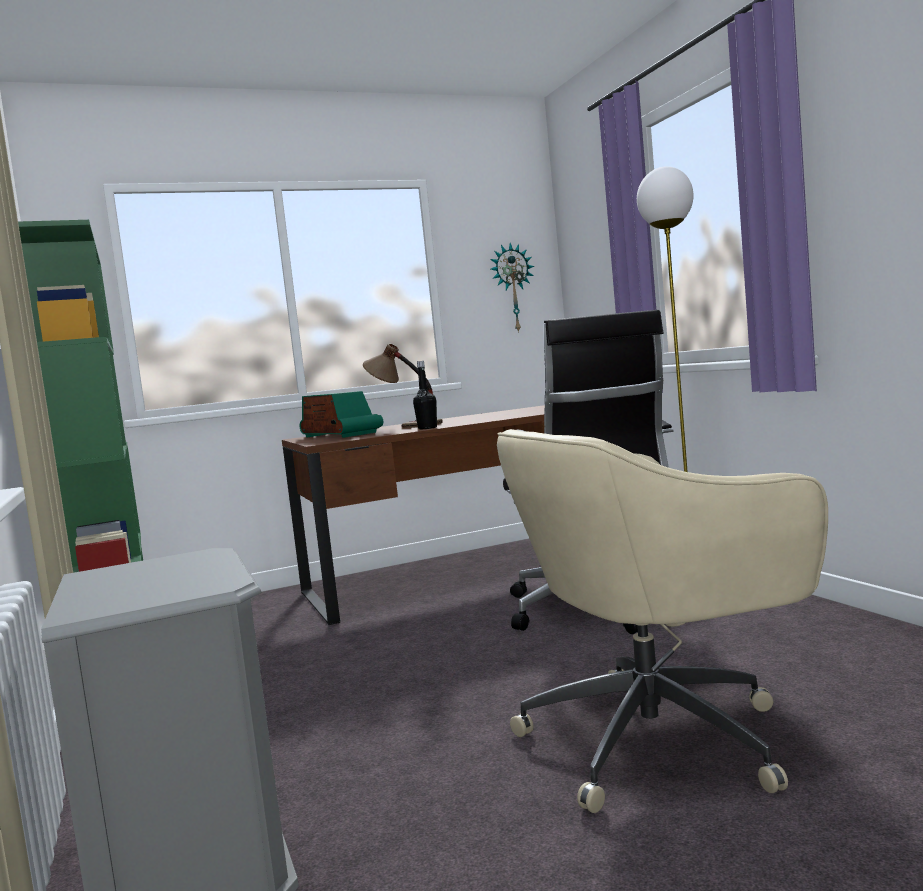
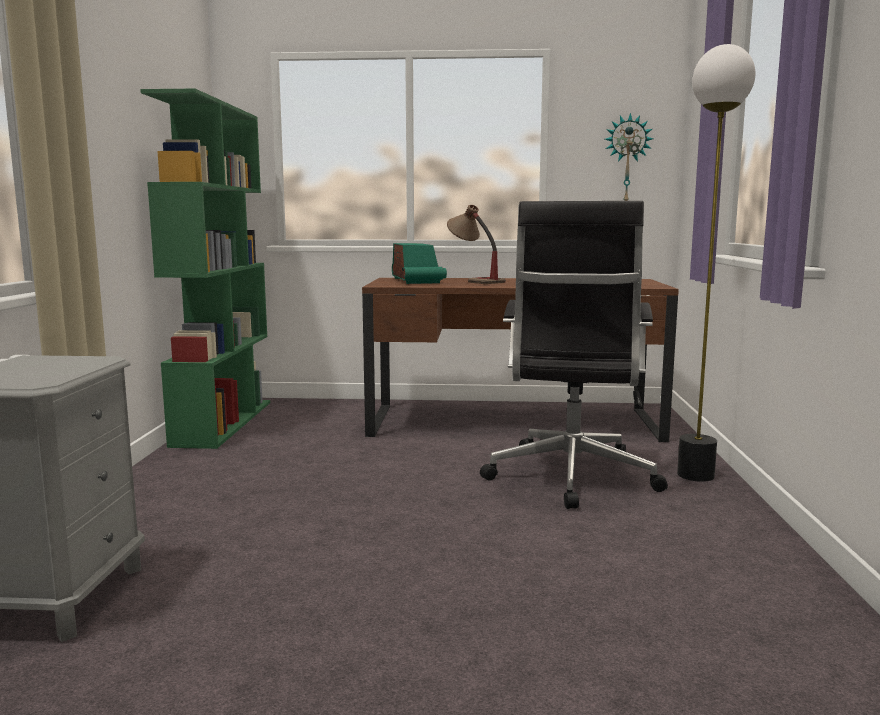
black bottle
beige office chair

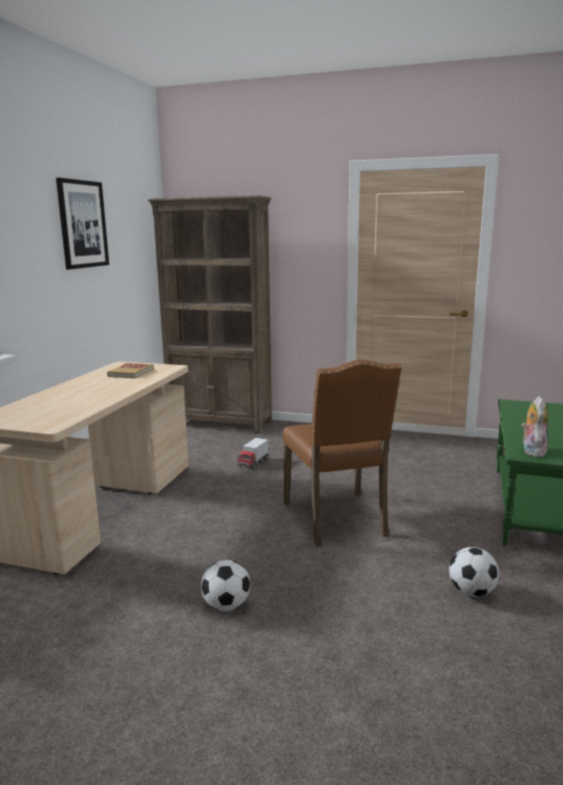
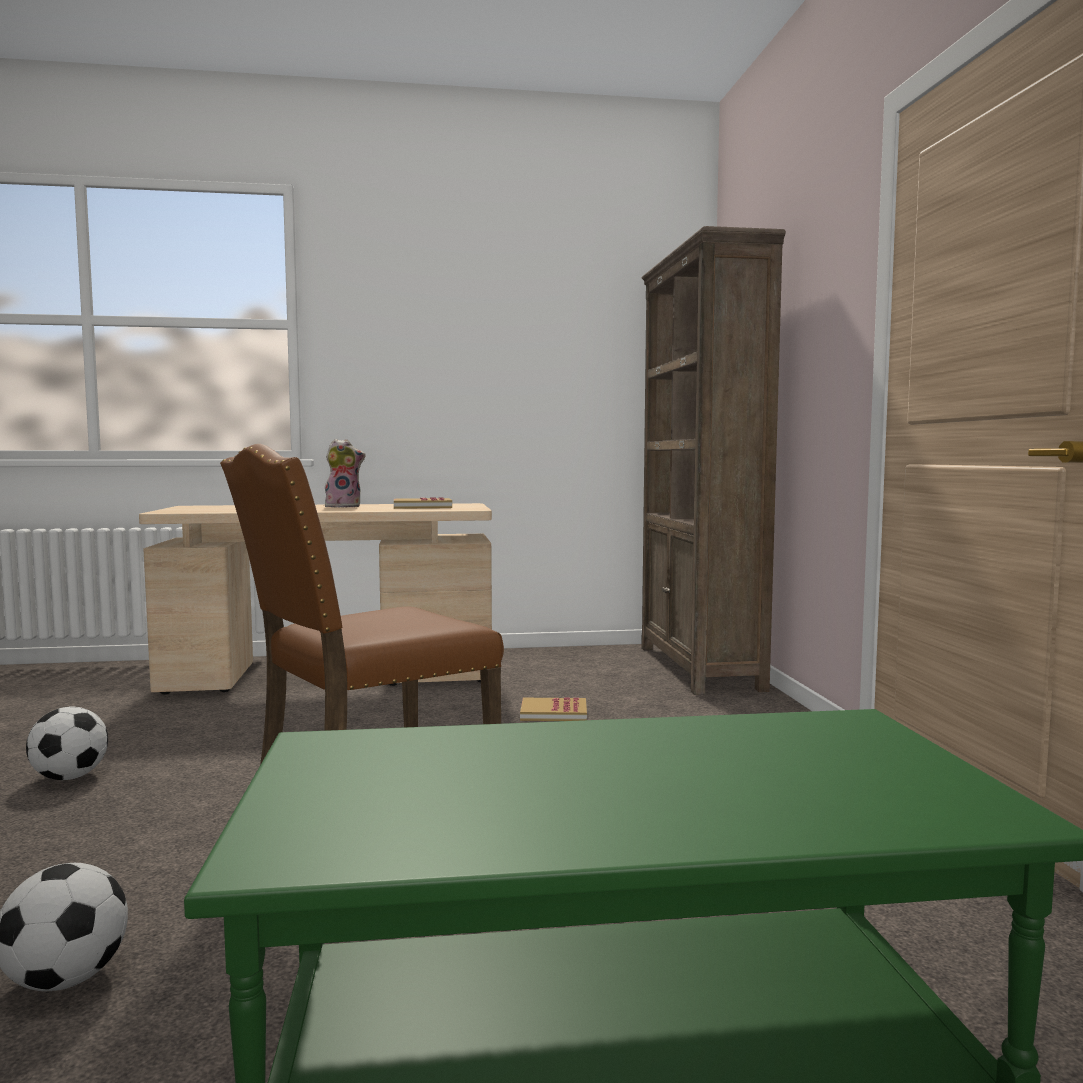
picture
plush toy
book (no. 2 from left)

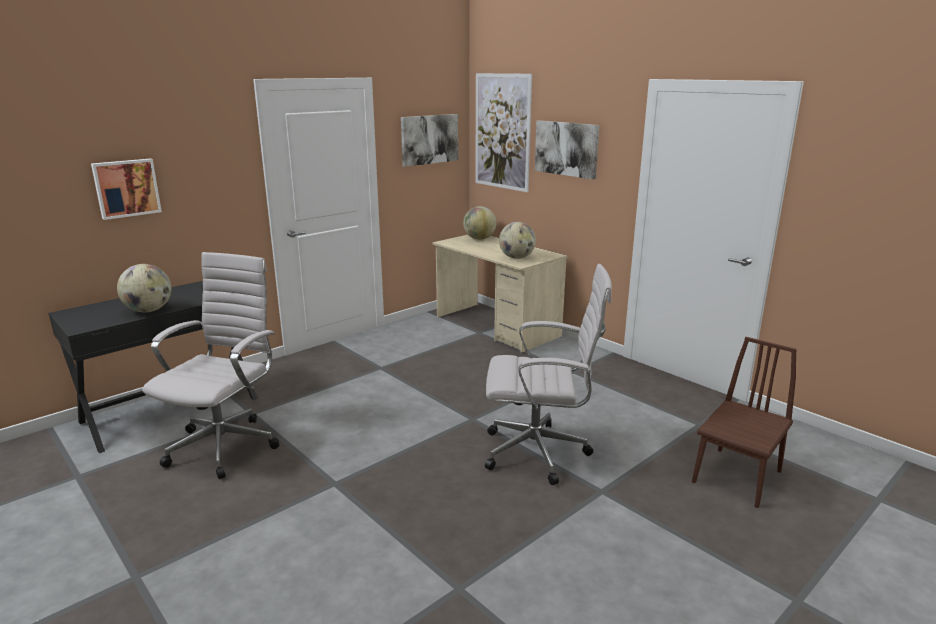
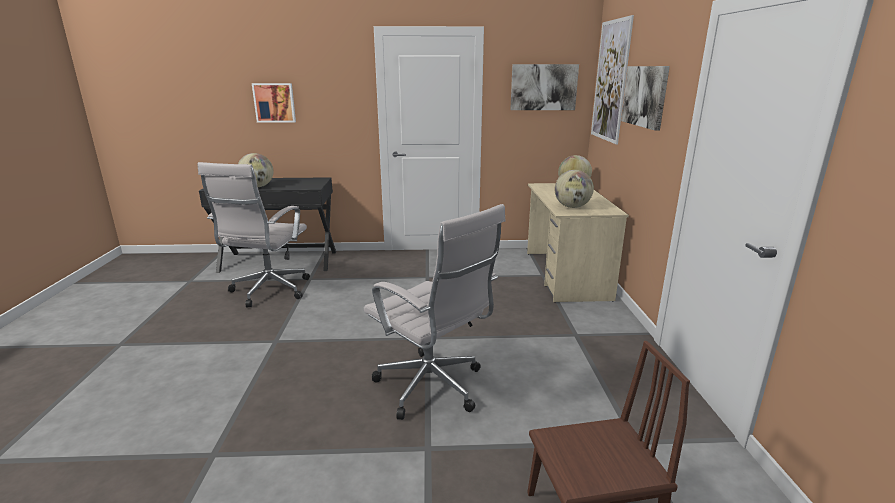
white office chair (no. 1 from left)

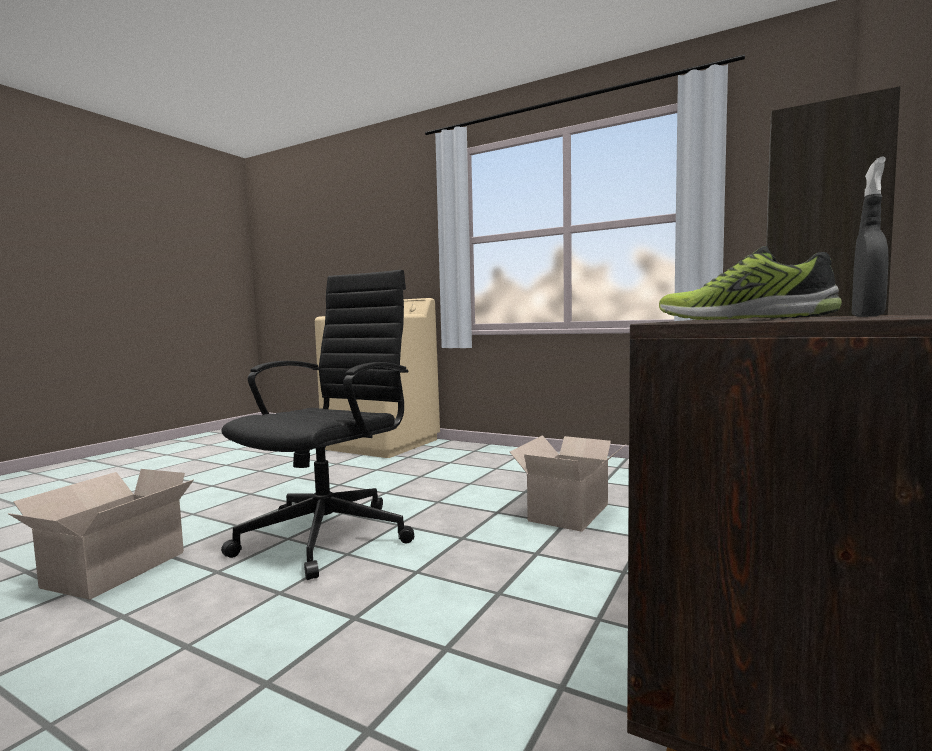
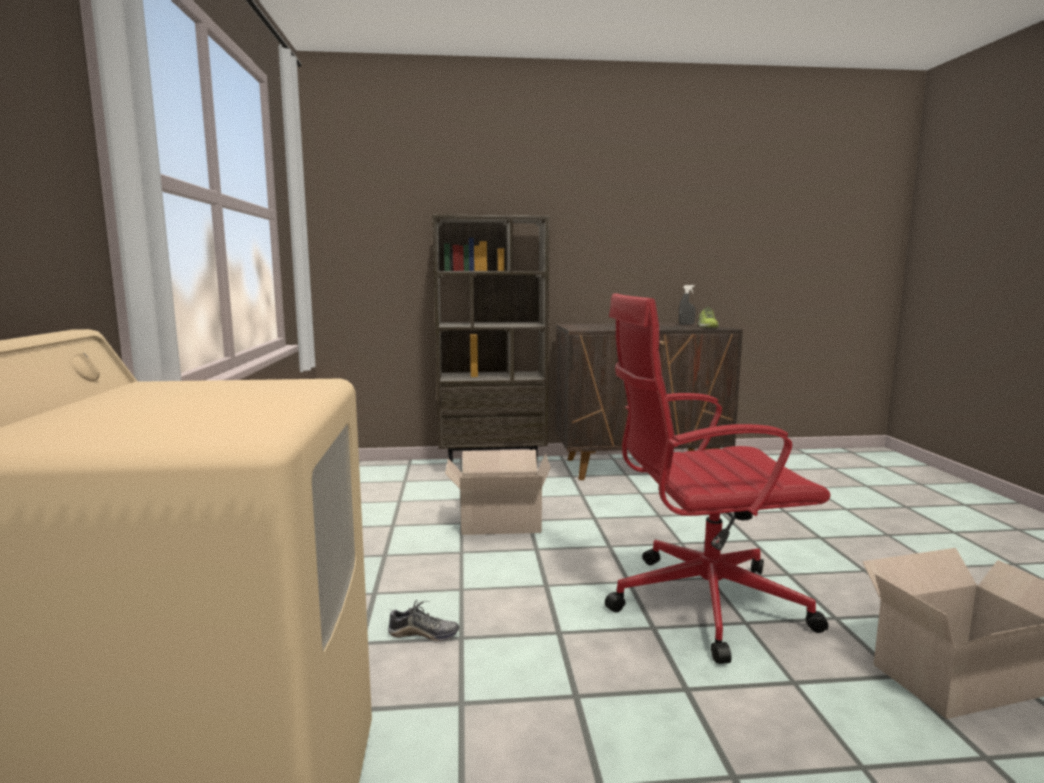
red office chair
shoe (no. 1 from left)

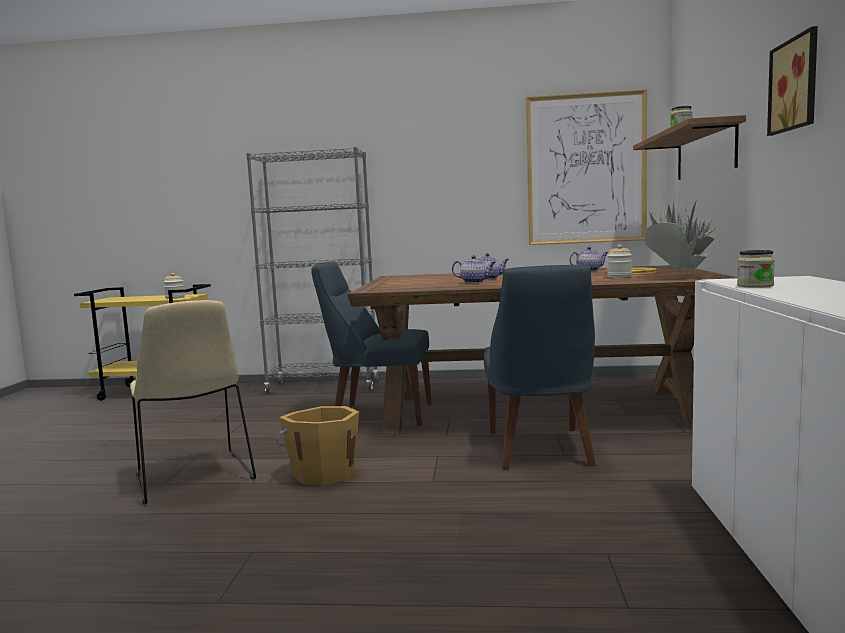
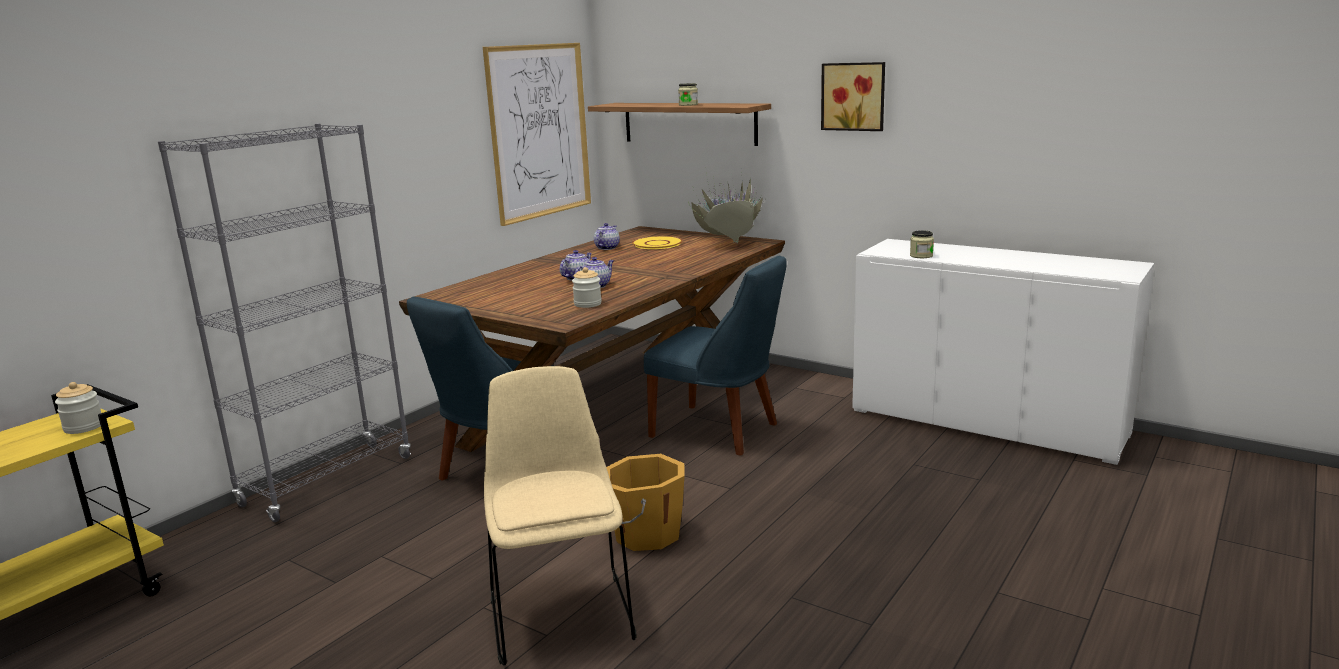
jar (no. 2 from left)
beige chair

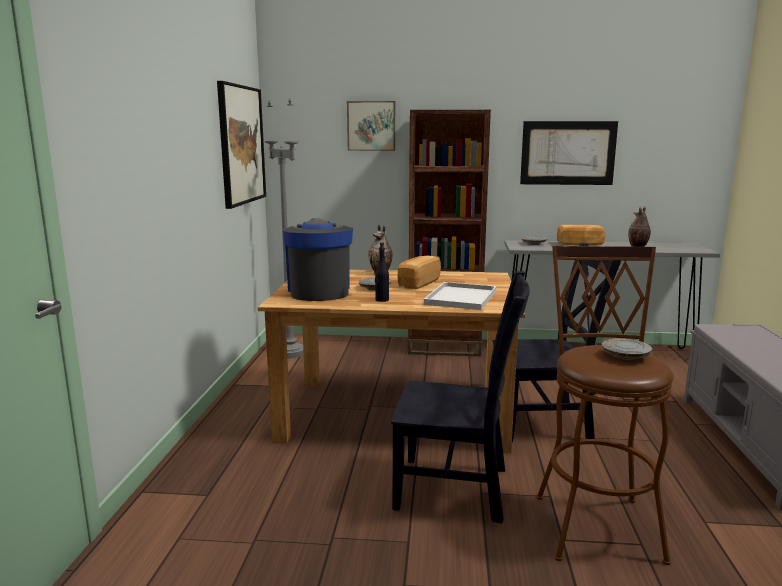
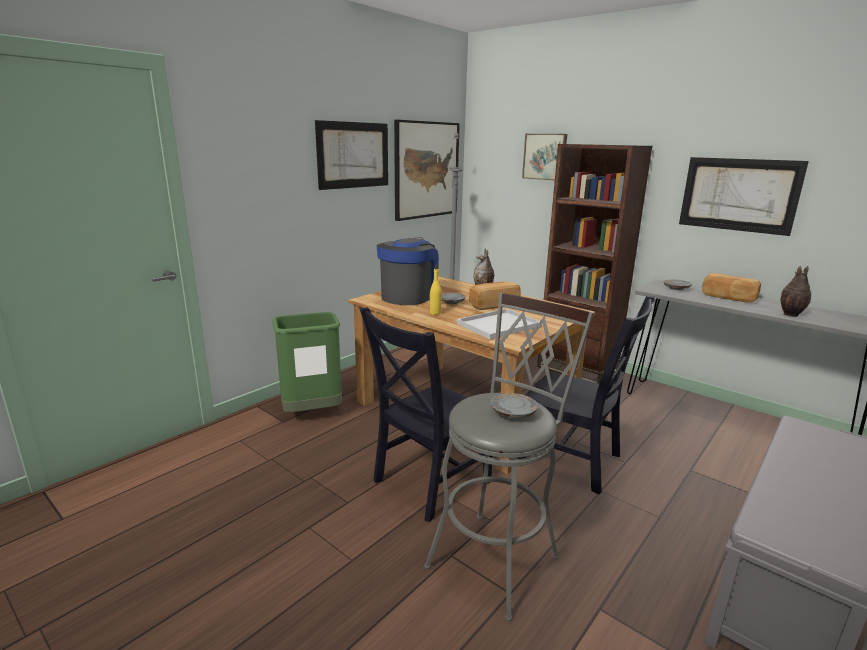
yellow bottle
grey stool
black chair (no. 1 from left)
picture (no. 1 from left)
green trash can

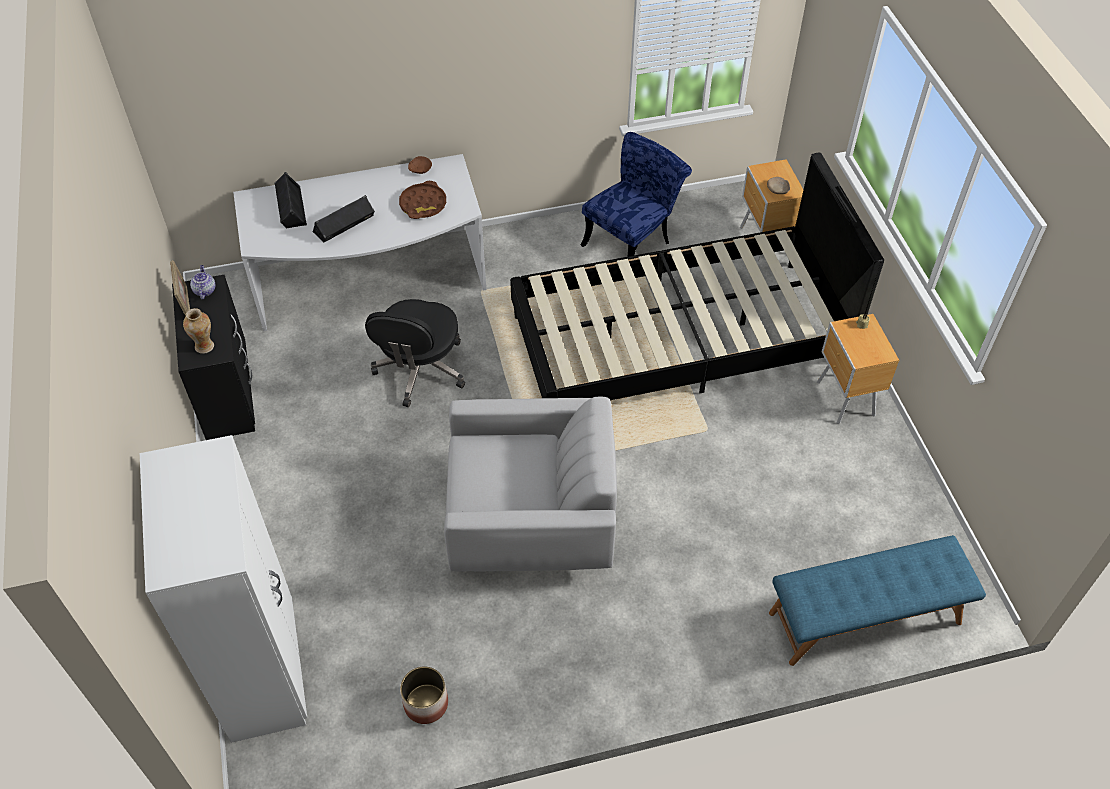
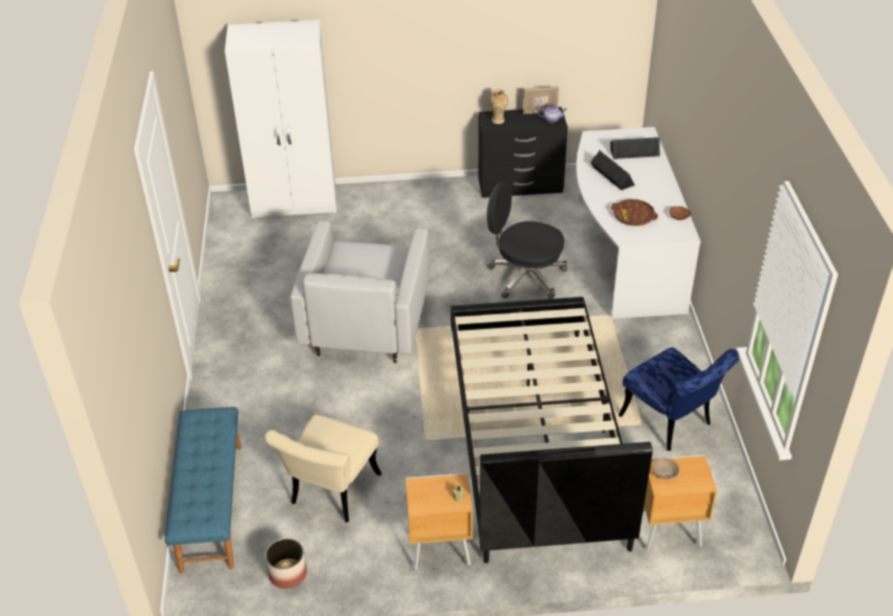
planter
beige chair

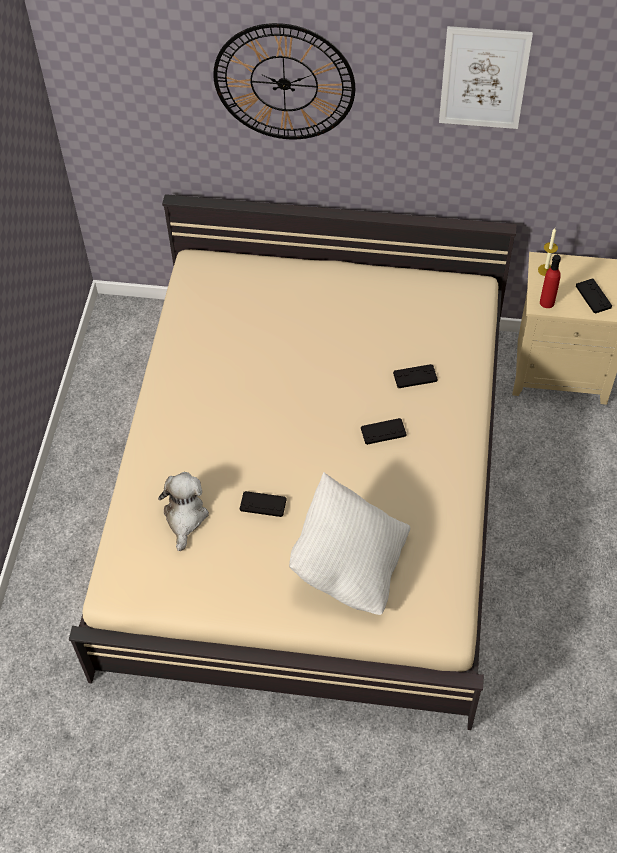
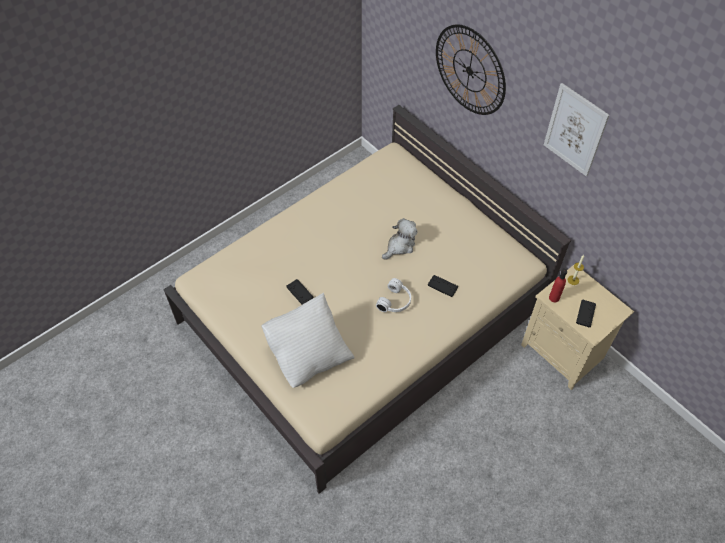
white headphones
plush toy

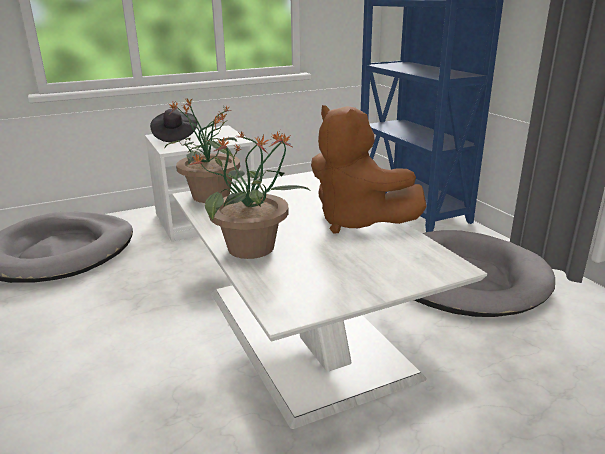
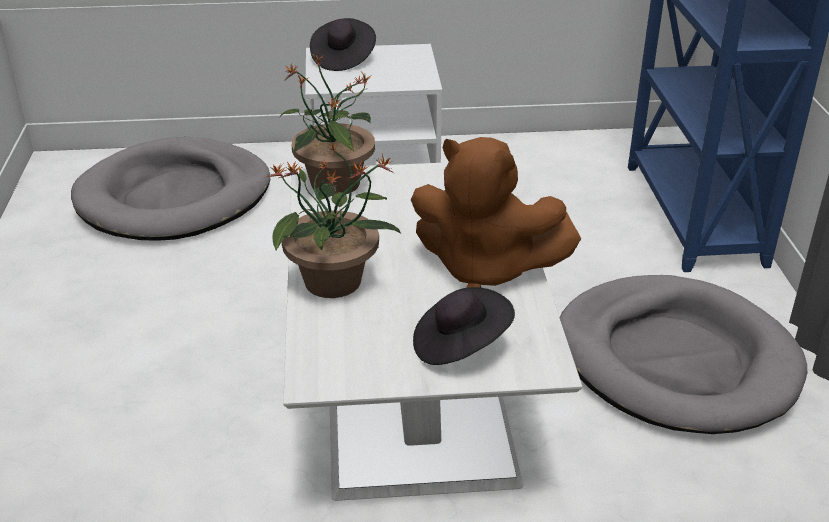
brown plush toy
black hat (no. 2 from left)

